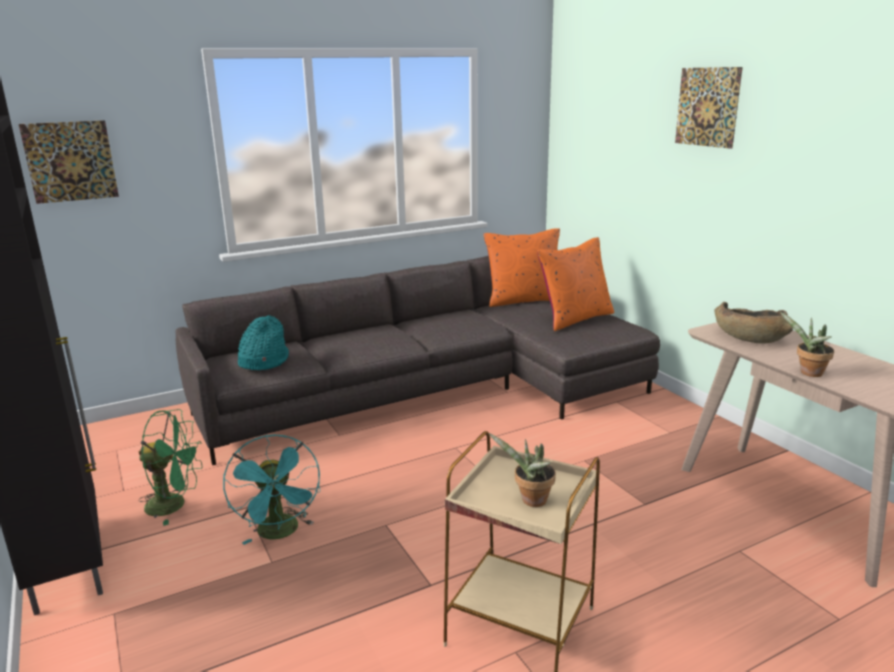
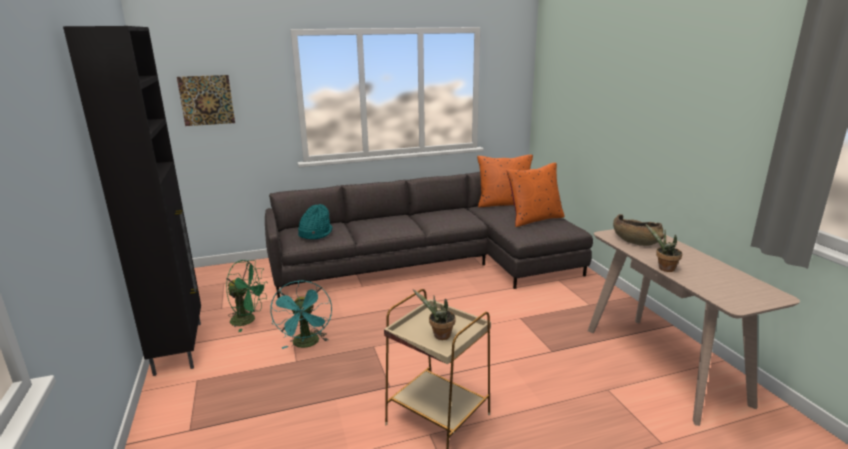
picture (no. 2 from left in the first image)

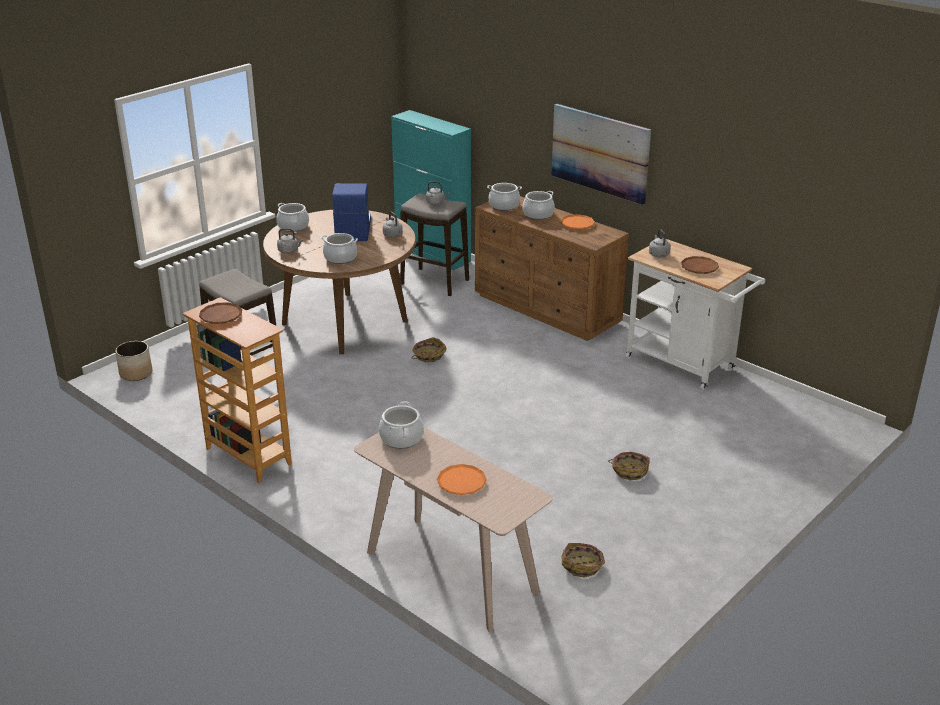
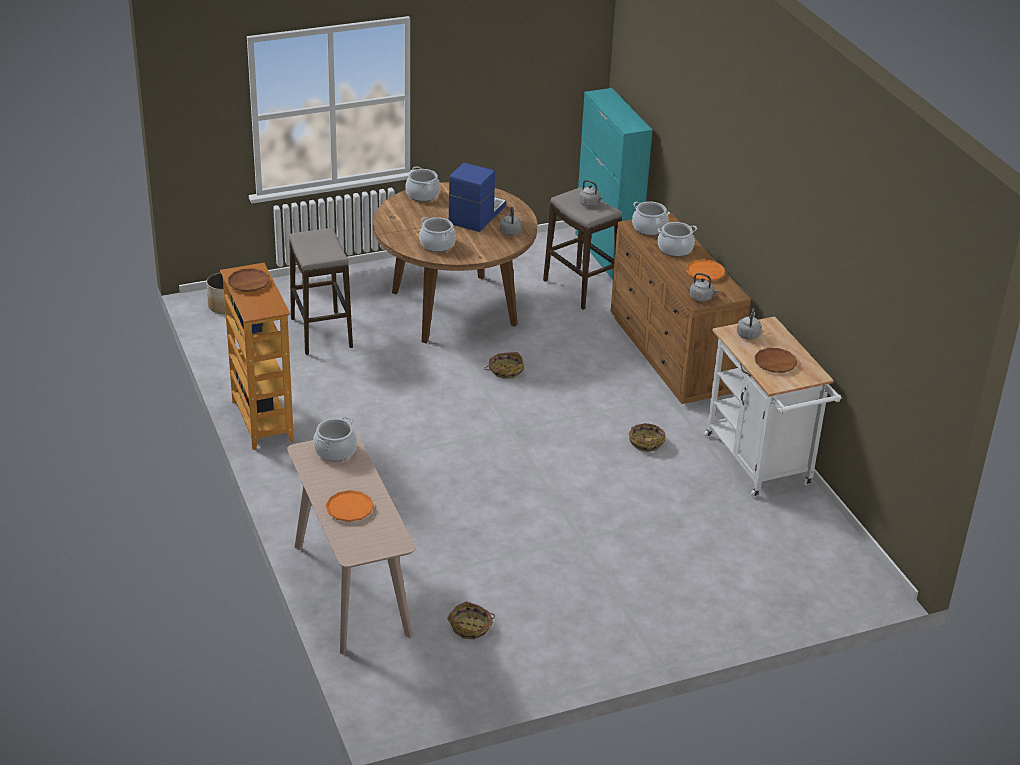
picture
grey kettle (no. 3 from left)
basket (no. 3 from left)

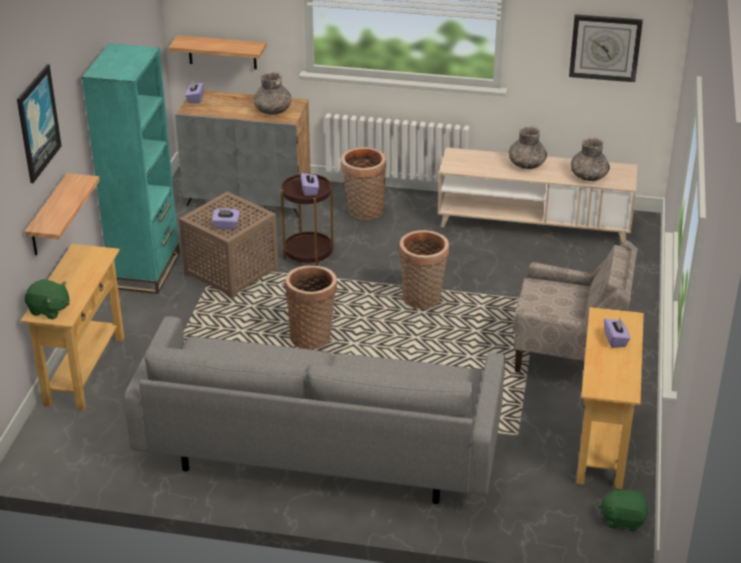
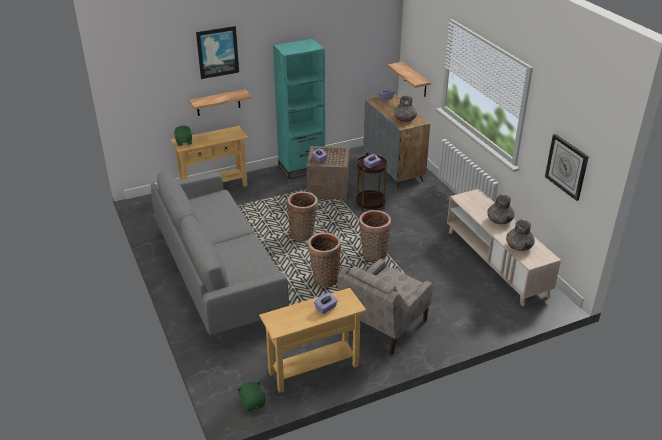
basket (no. 2 from left)
beige armchair

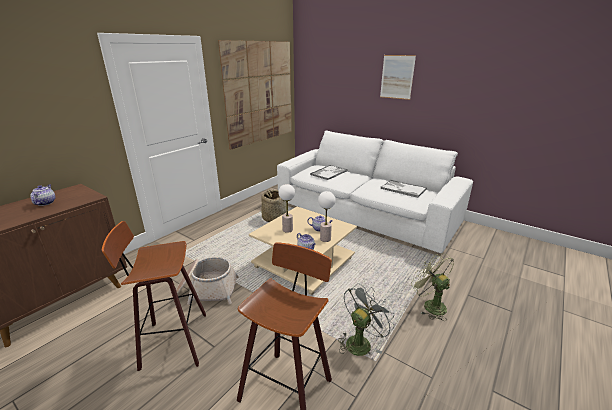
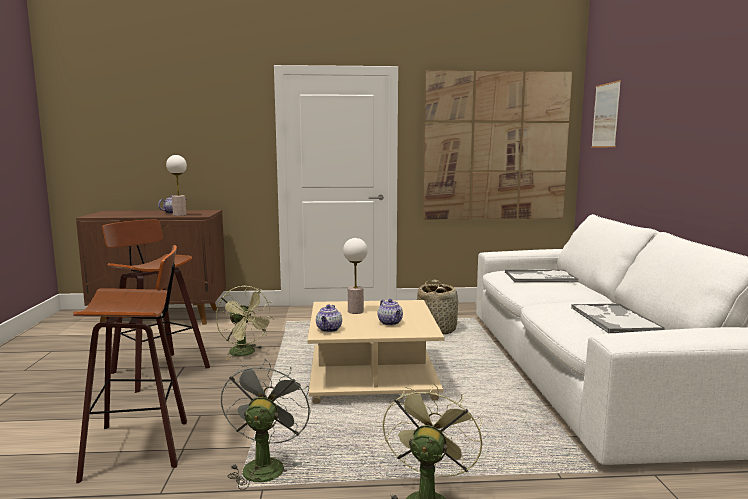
picture (no. 2 from left)
table lamp (no. 1 from left)
green fan (no. 1 from left)
grey fan

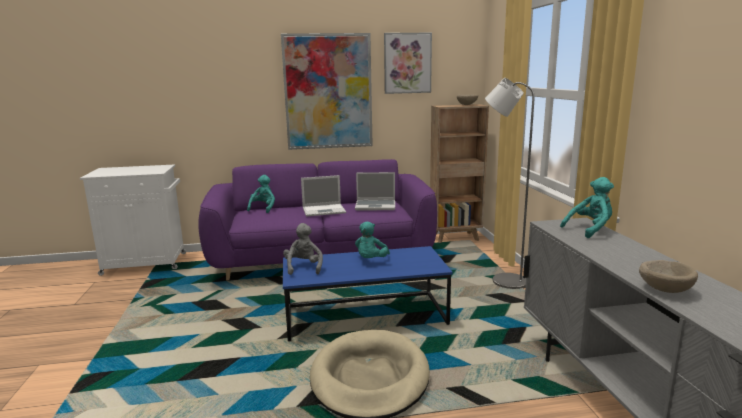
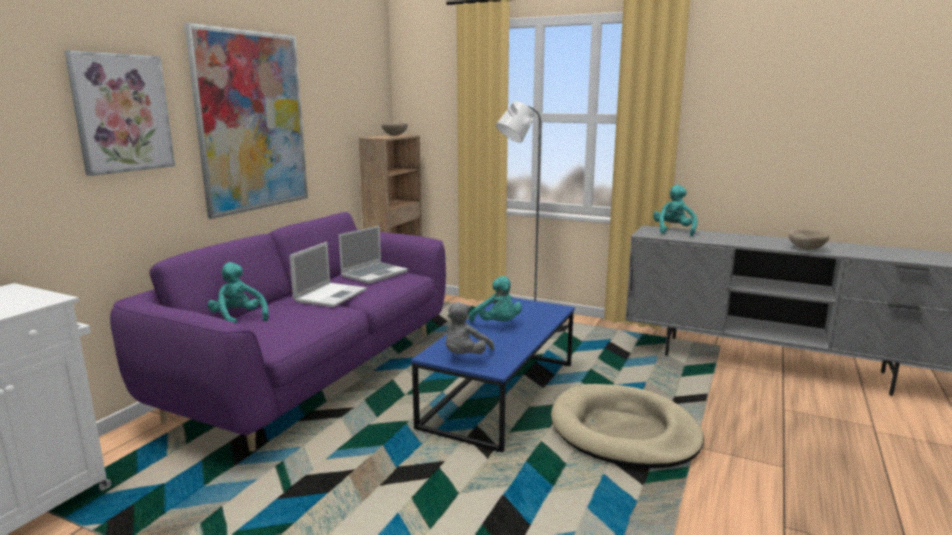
picture (no. 1 from left)
grey plush toy

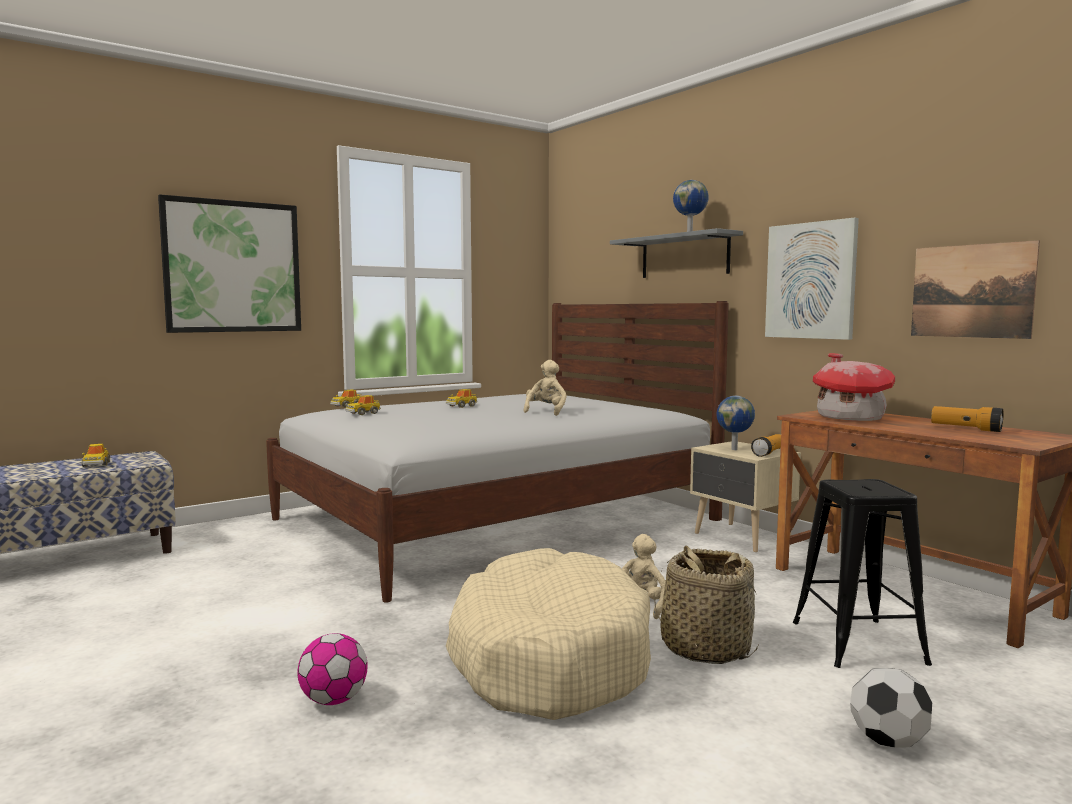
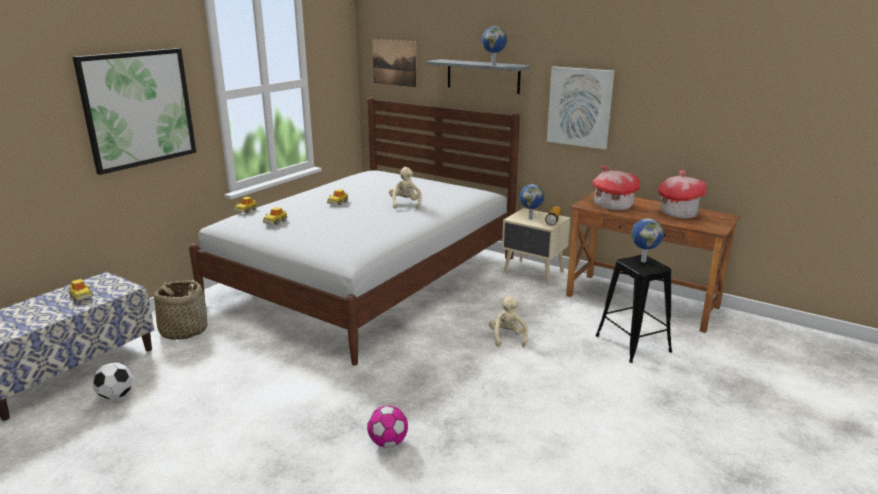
picture (no. 2 from left)
toy house (no. 2 from left)
basket
beige dog bed
football (no. 1 from left)
globe (no. 3 from left)

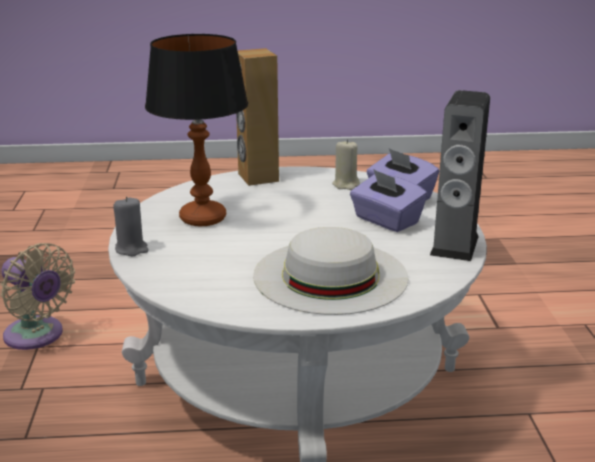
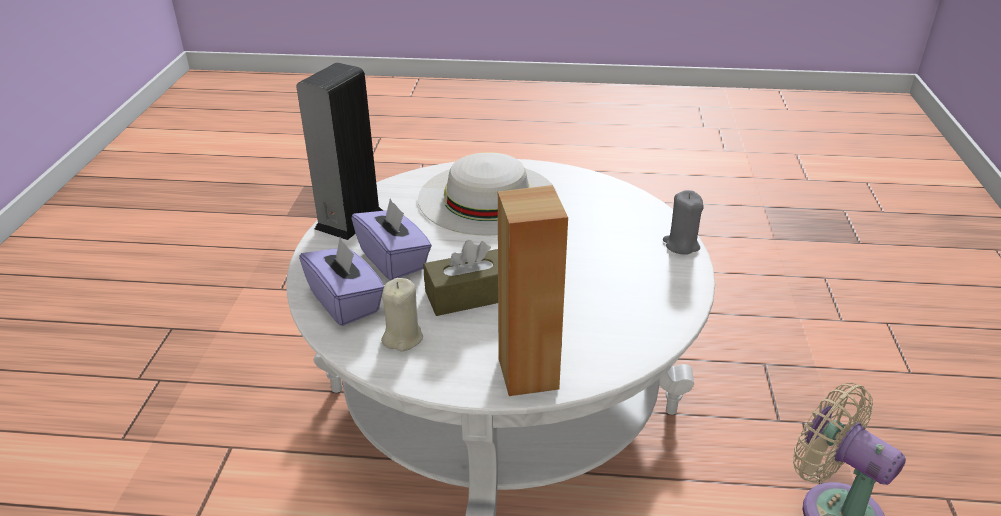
table lamp
brown tissue box

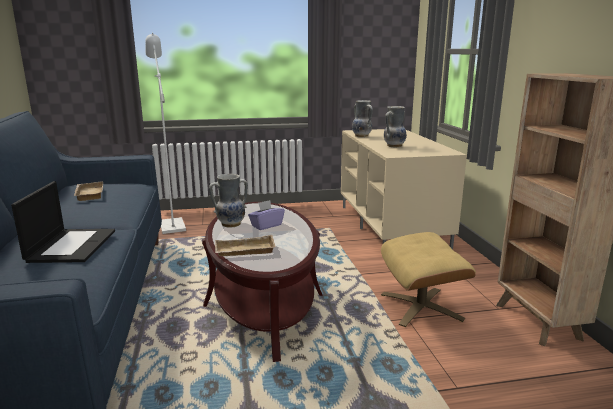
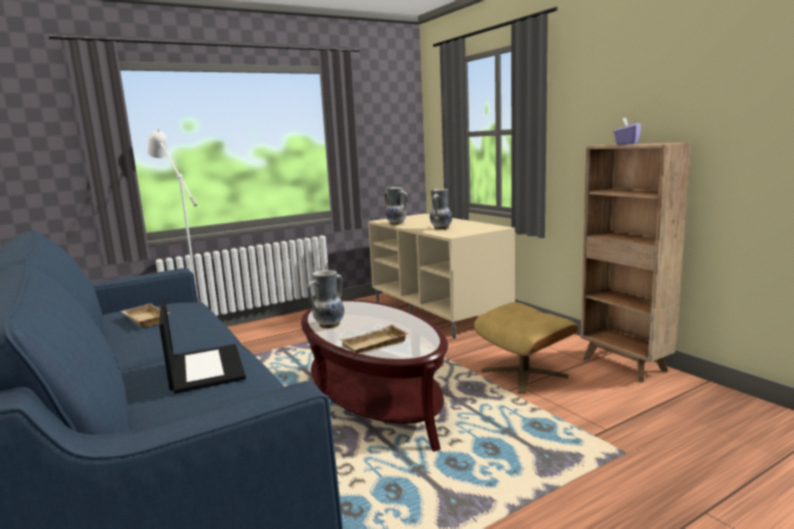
purple tissue box

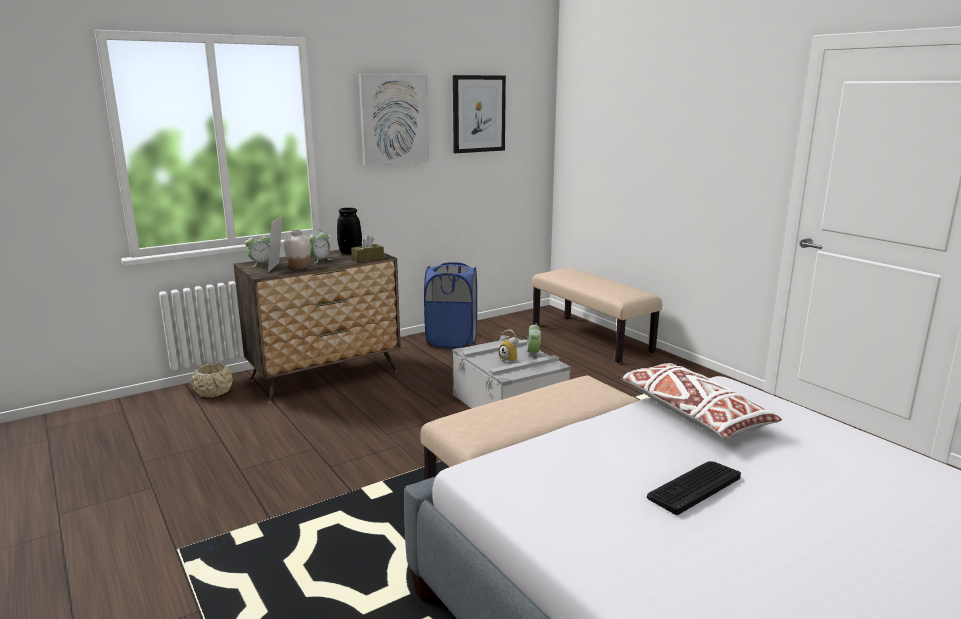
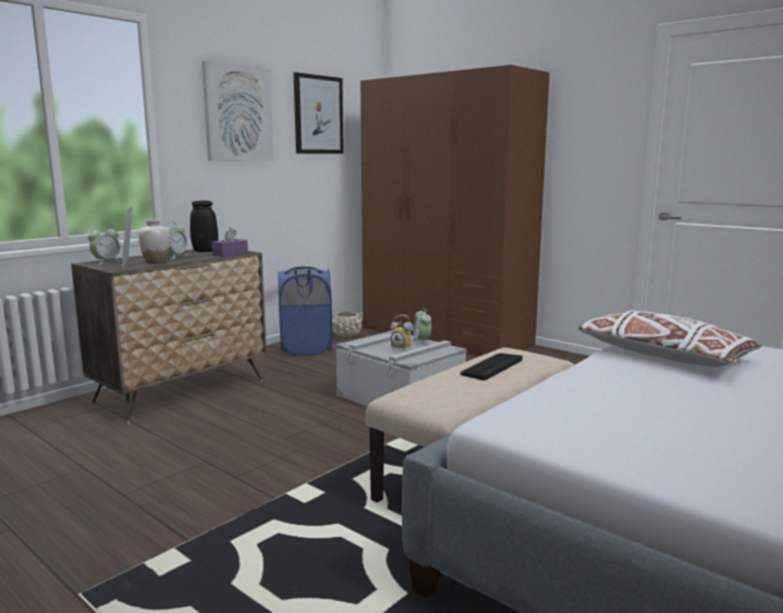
purple tissue box
brown wardrobe
beige planter
keyboard

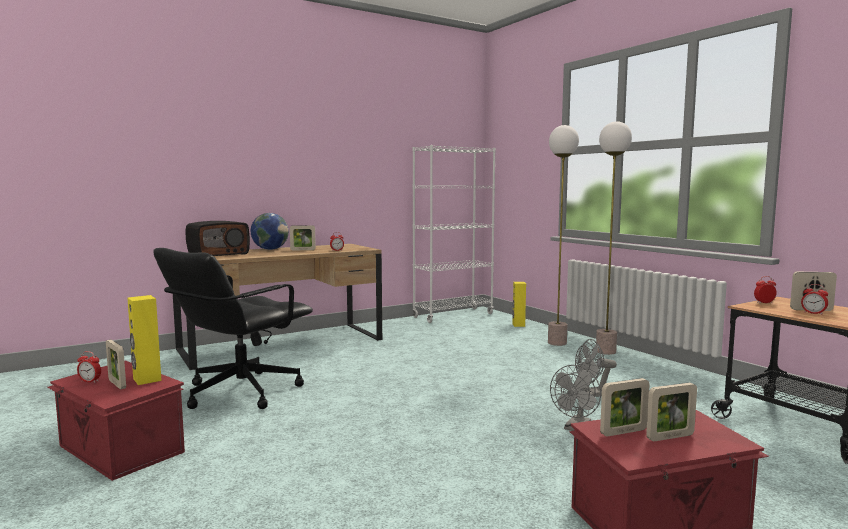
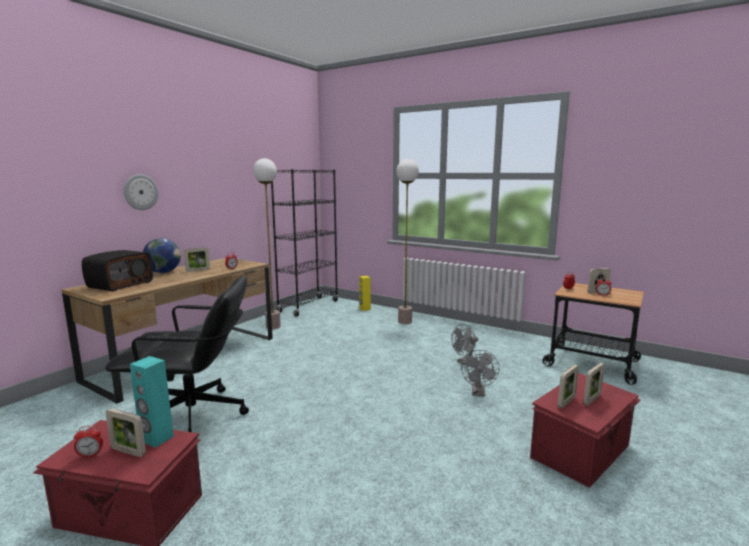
floor lamp (no. 1 from left)
black bookcase
black office chair
turquoise speaker
wall clock

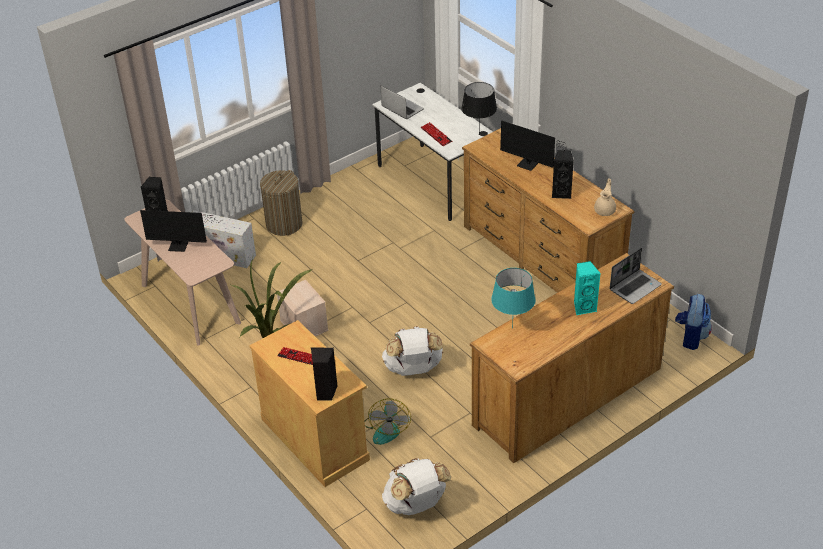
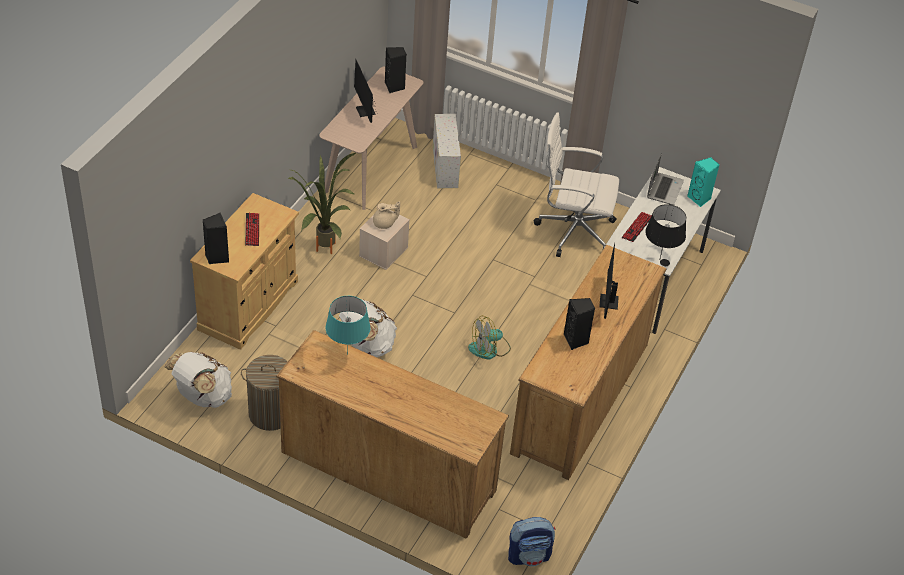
laundry basket
beige teapot
laptop (no. 2 from left in the first image)
turquoise speaker
fan
white office chair

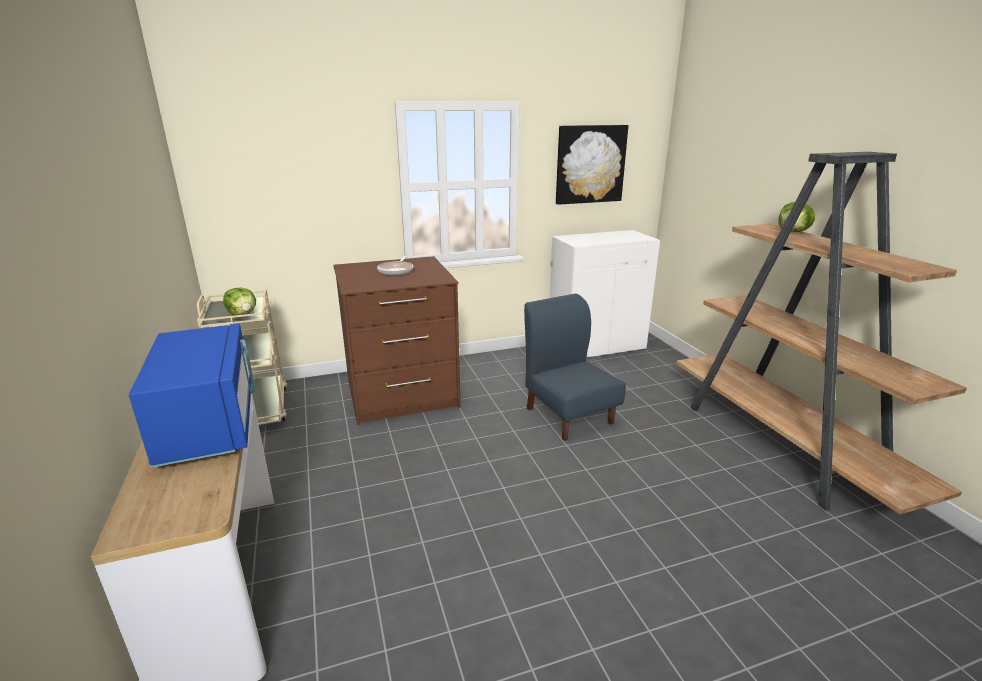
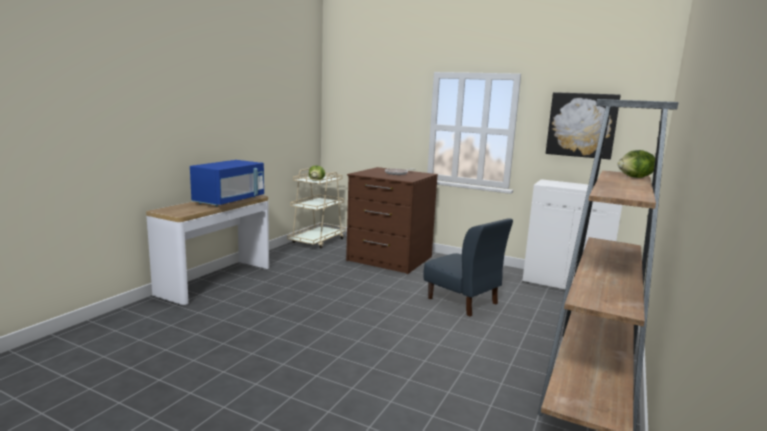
blue chair

